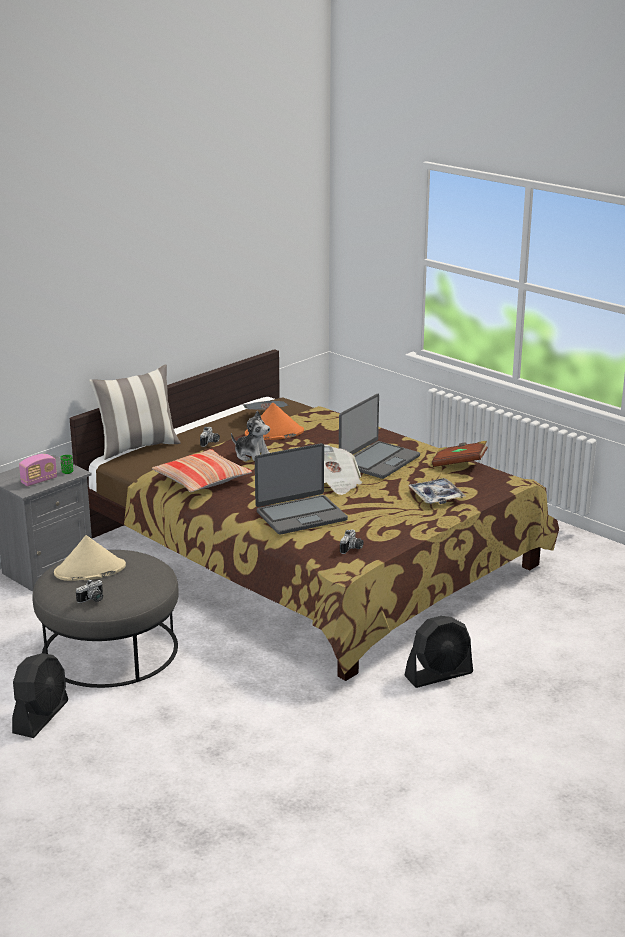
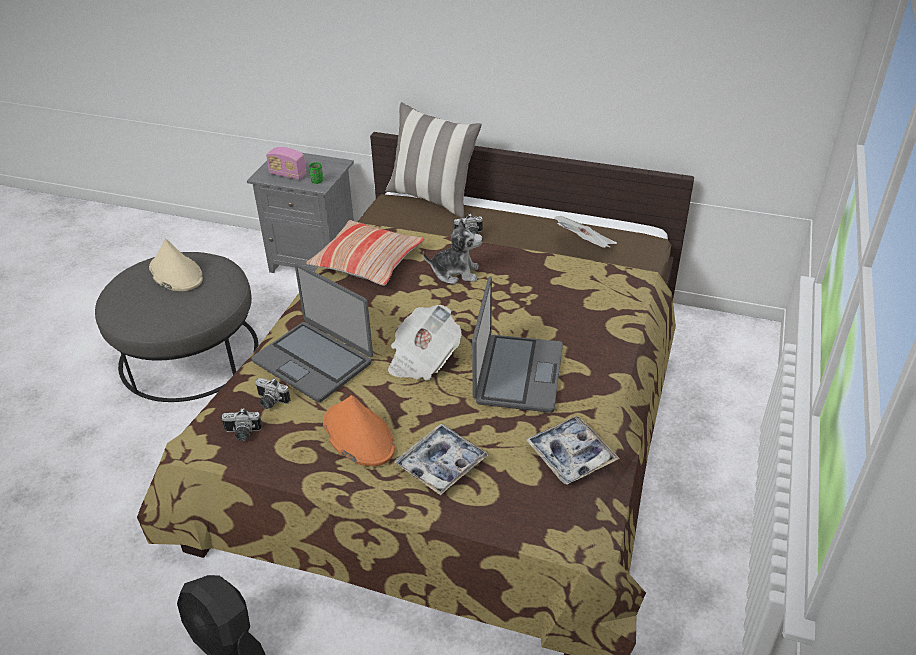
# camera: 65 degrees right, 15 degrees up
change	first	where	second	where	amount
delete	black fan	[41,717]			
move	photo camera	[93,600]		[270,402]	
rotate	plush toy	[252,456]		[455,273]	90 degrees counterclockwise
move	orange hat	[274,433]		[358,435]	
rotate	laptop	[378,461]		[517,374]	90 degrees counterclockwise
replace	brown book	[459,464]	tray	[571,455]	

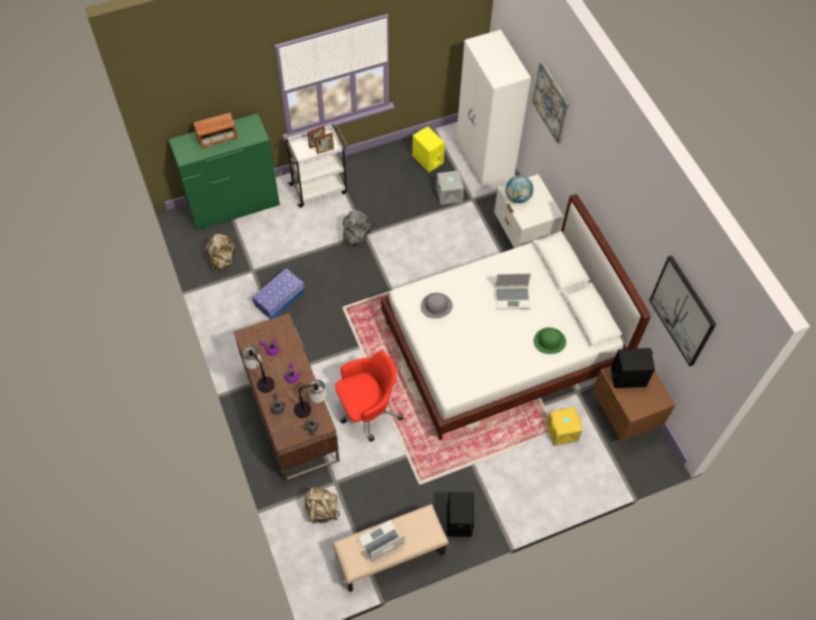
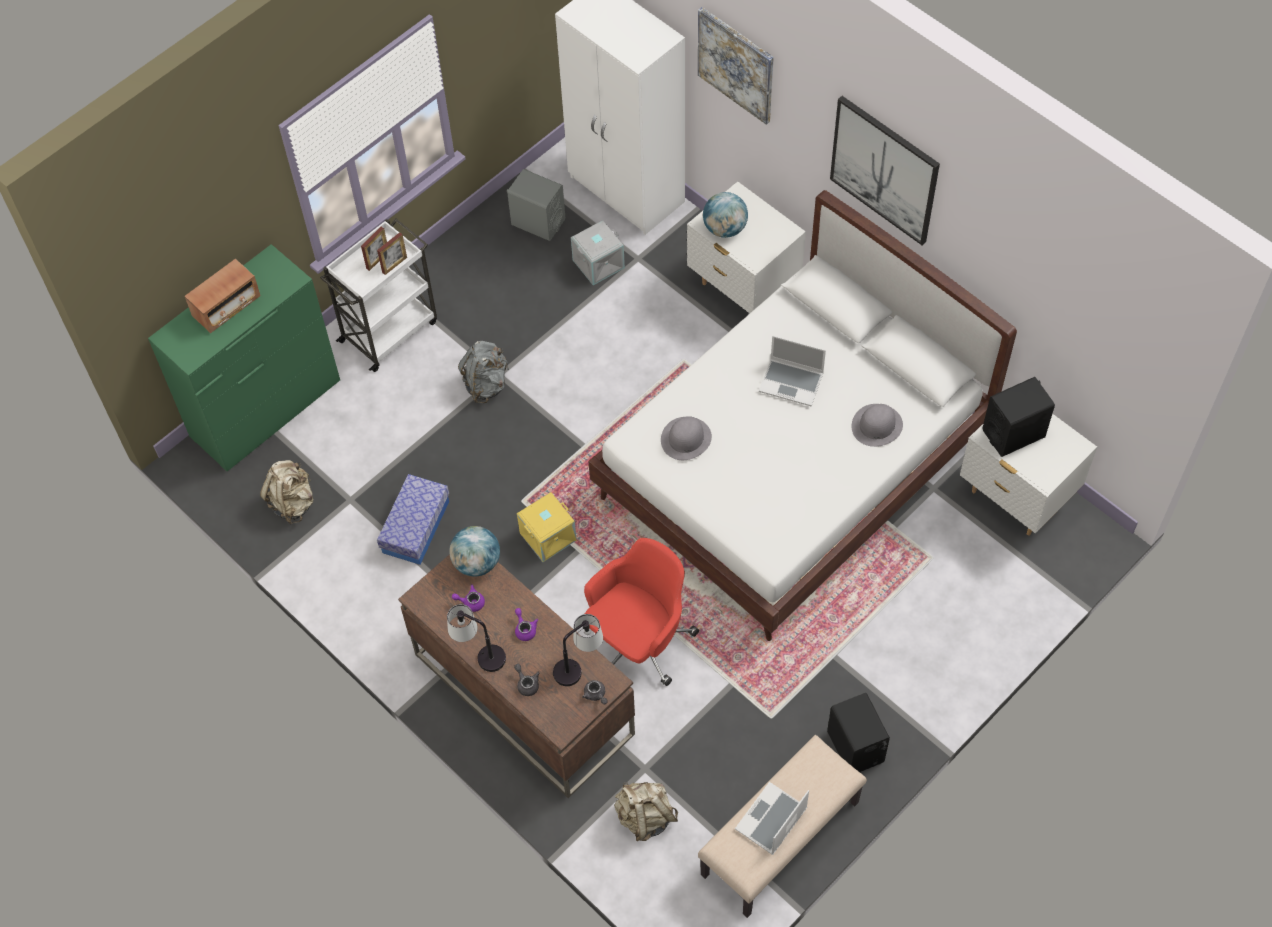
# camera: 20 degrees left, 0 degrees up
change	first	where	second	where	amount
recolor	yellow speaker	[427,159]	grey speaker	[538,222]	
rotate	laptop	[512,298]		[792,382]	45 degrees clockwise
recolor	green hat	[549,341]	grey hat	[877,425]	
move	yellow storage box	[562,431]		[547,536]	
recolor	brown nightstand	[623,416]	white nightstand	[1016,497]	
move	picture	[682,311]		[884,169]	
insert			globe	[476,562]	

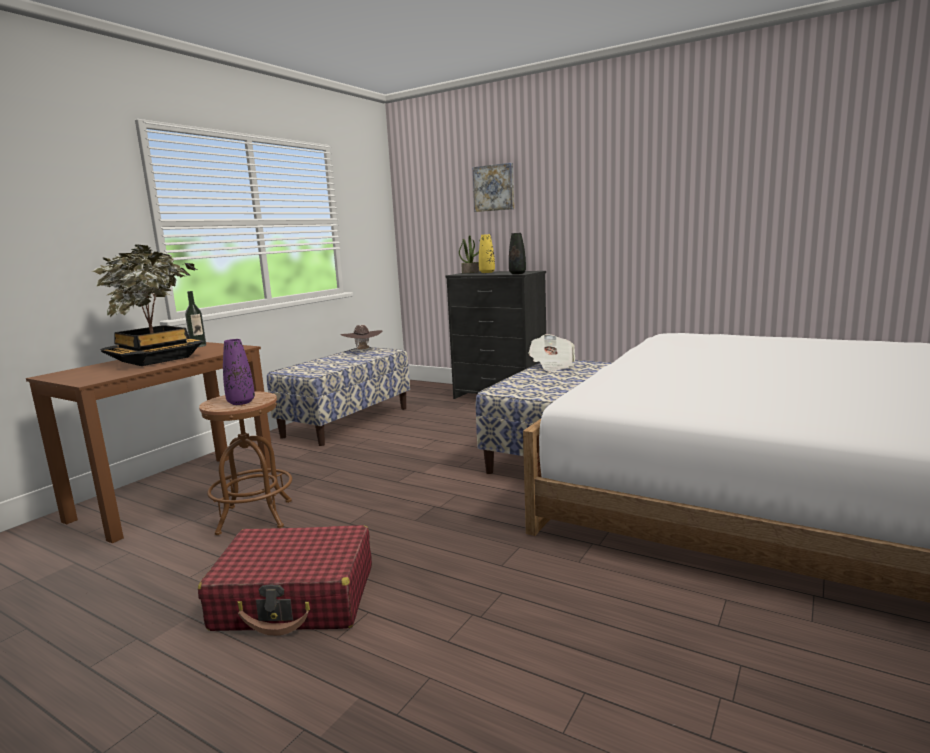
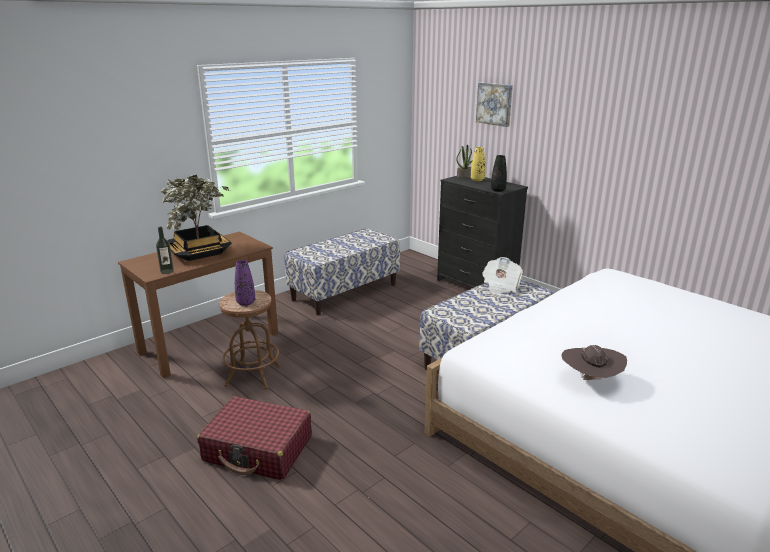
# camera: 15 degrees right, 10 degrees up
change	first	where	second	where	amount
move	bottle	[198,346]		[167,271]	
move	brown hat	[363,350]		[590,380]	

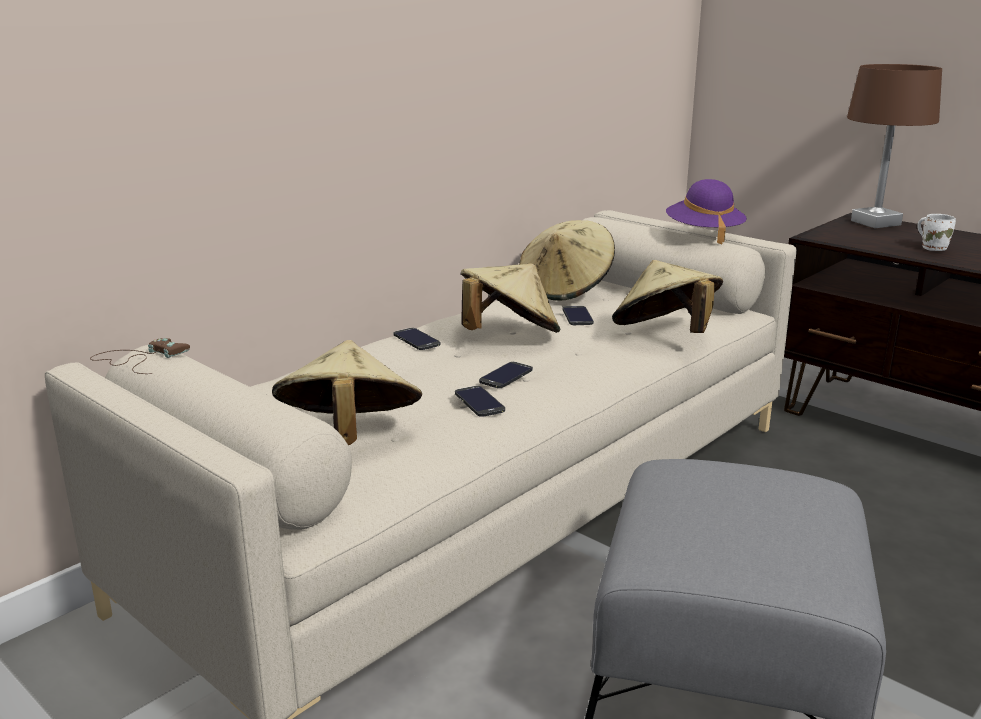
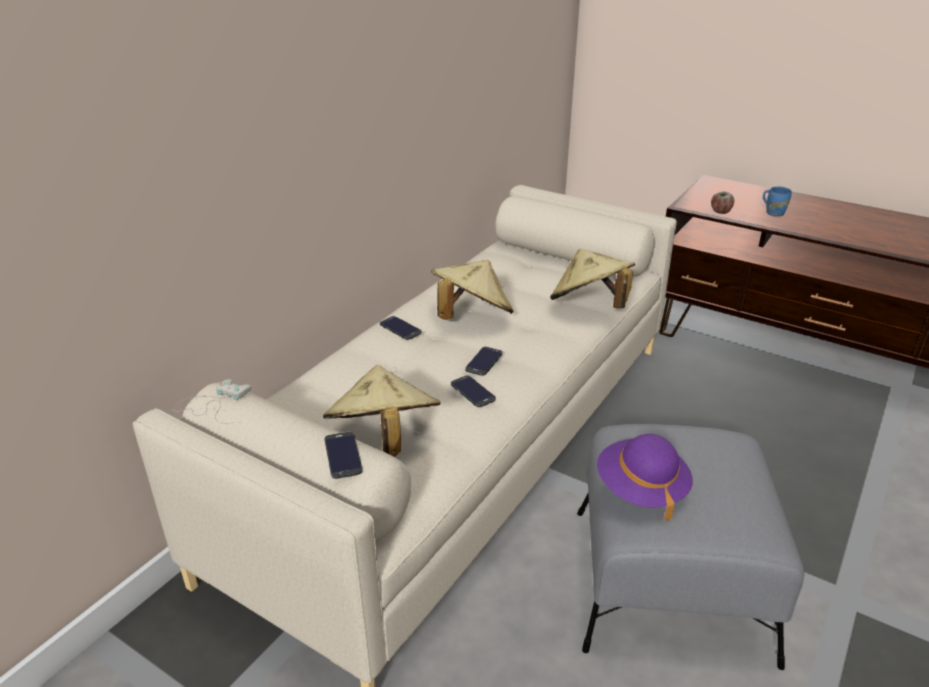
# camera: 10 degrees left, 10 degrees up
change	first	where	second	where	amount
recolor	brown game controller	[139,360]	white game controller	[213,404]	
delete	beige hat	[566,289]			
move	phone	[577,316]		[343,455]	
move	purple hat	[703,234]		[641,489]	
delete	brown table lamp	[875,223]			
recolor	white mug	[933,248]	blue mug	[774,213]	
insert			apple	[720,212]	

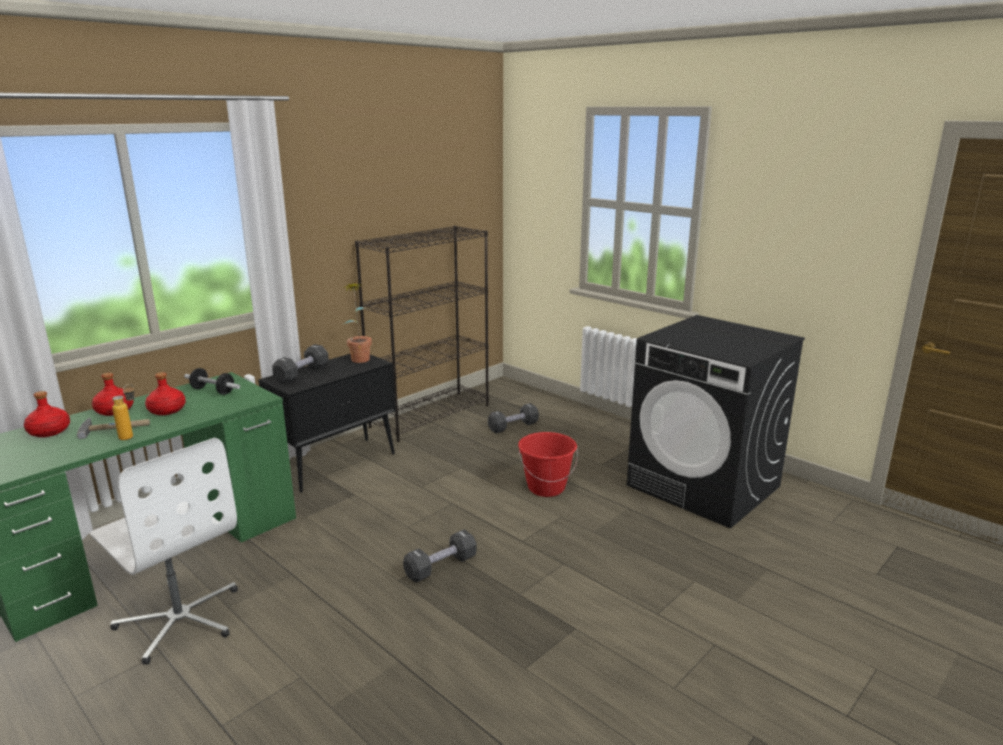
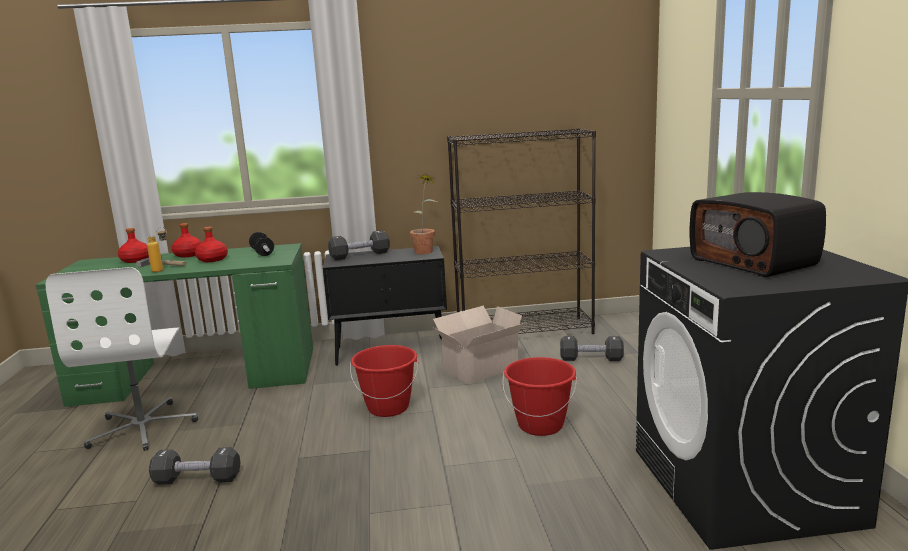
# camera: 40 degrees right, 5 degrees down
change	first	where	second	where	amount
move	black dumbbell	[441,567]		[197,479]	
insert			red bucket	[388,407]	
insert			cardboard box	[479,369]	
insert			radio	[754,262]	

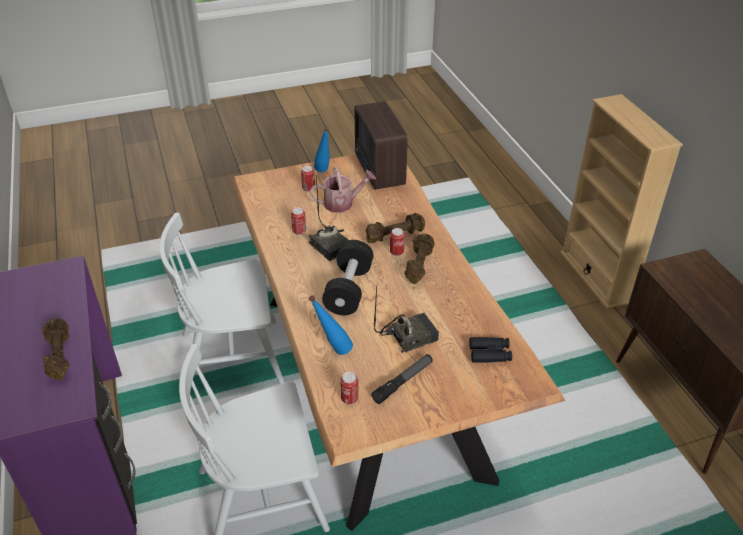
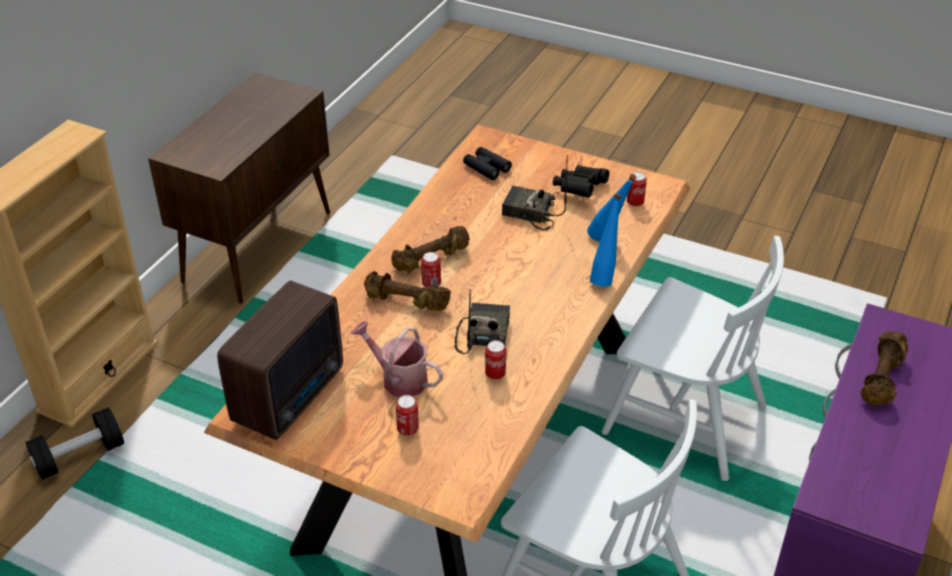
# camera: 135 degrees left, 0 degrees up
change	first	where	second	where	amount
move	blue bottle	[324,173]		[604,277]	
move	black dumbbell	[348,290]		[80,456]	
replace	flashlight	[403,382]	black binoculars	[579,189]	

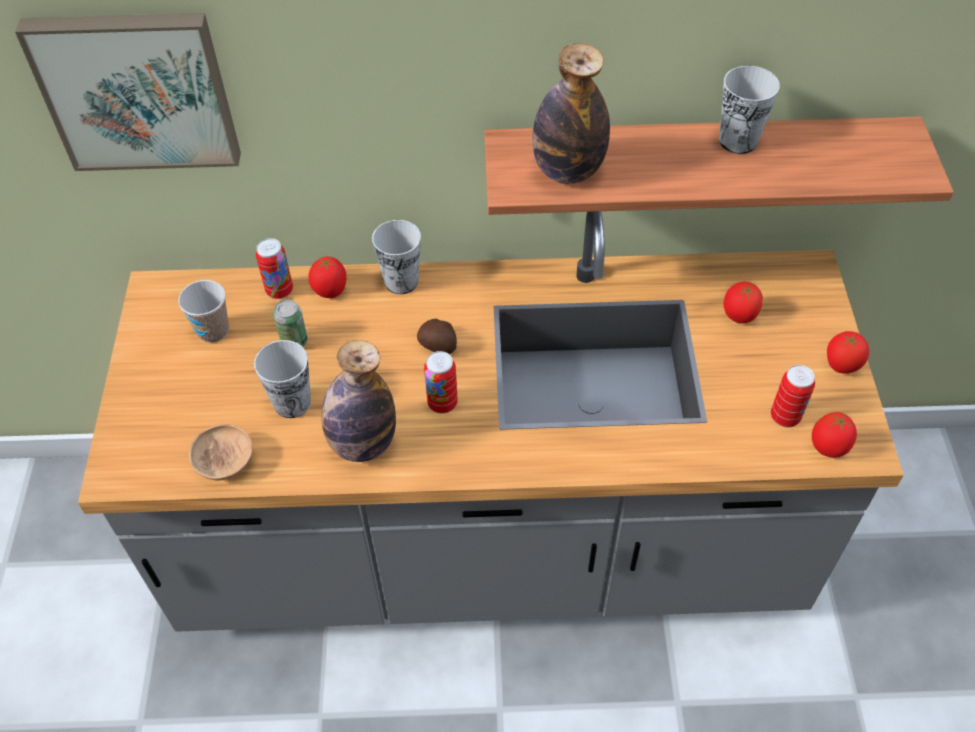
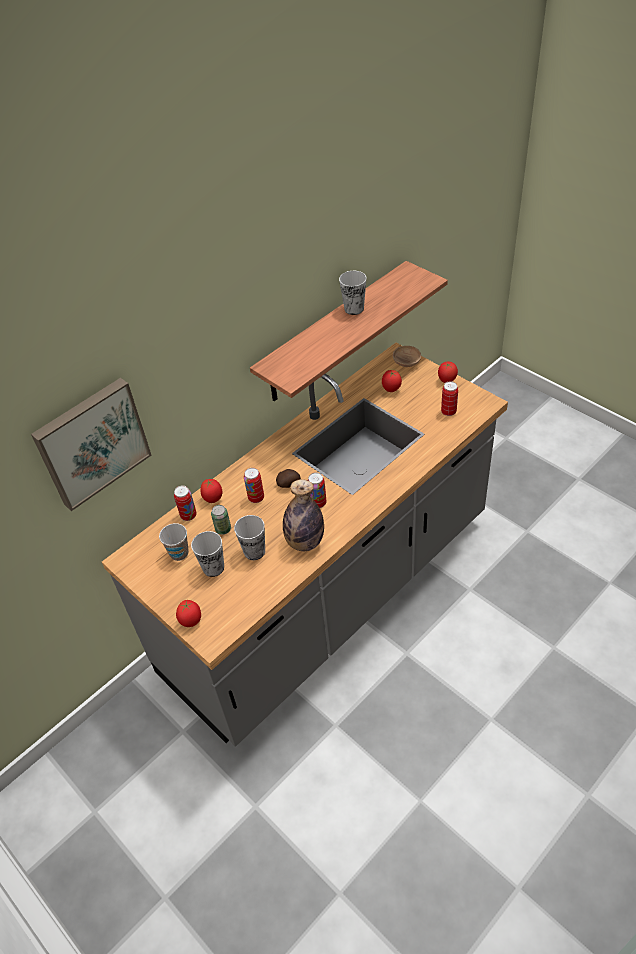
# camera: 40 degrees left, 5 degrees down
change	first	where	second	where	amount
move	brown bowl	[225,462]		[406,362]	
move	cup	[401,281]		[213,567]	
delete	bottle	[568,171]			
move	tomato	[828,448]		[191,621]	
insert			can	[256,498]	

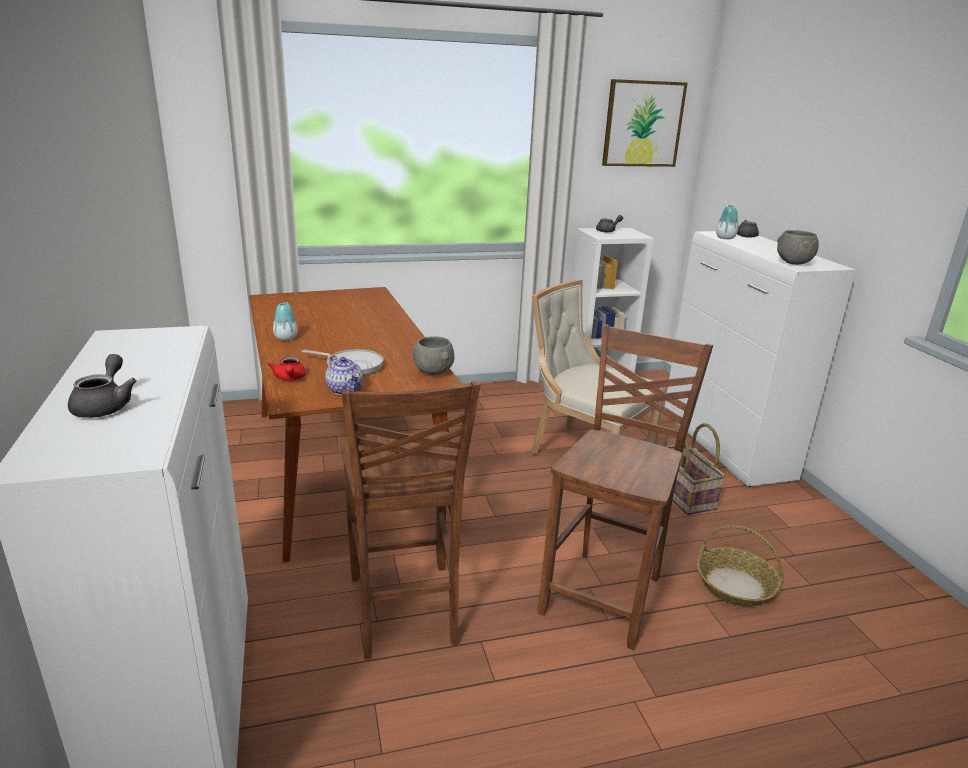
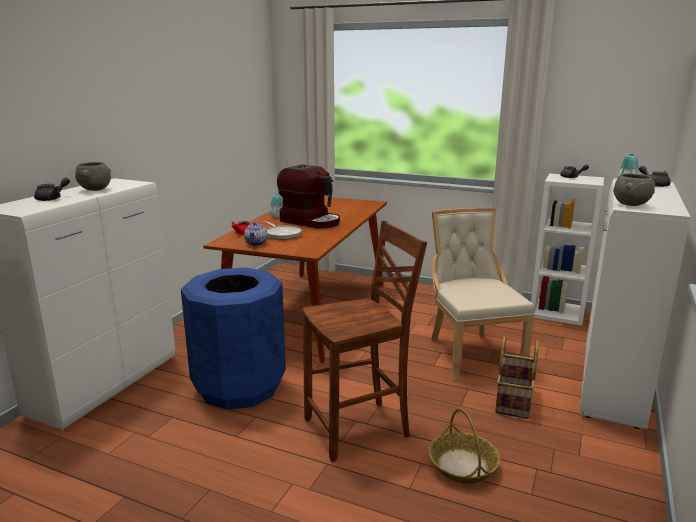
# camera: 40 degrees right, 5 degrees down
change	first	where	second	where	amount
replace	brown chair	[403,612]	blue trash can	[239,387]	
move	grey bowl	[434,373]		[94,190]	
delete	picture	[643,124]			
insert			coffee machine	[311,221]	

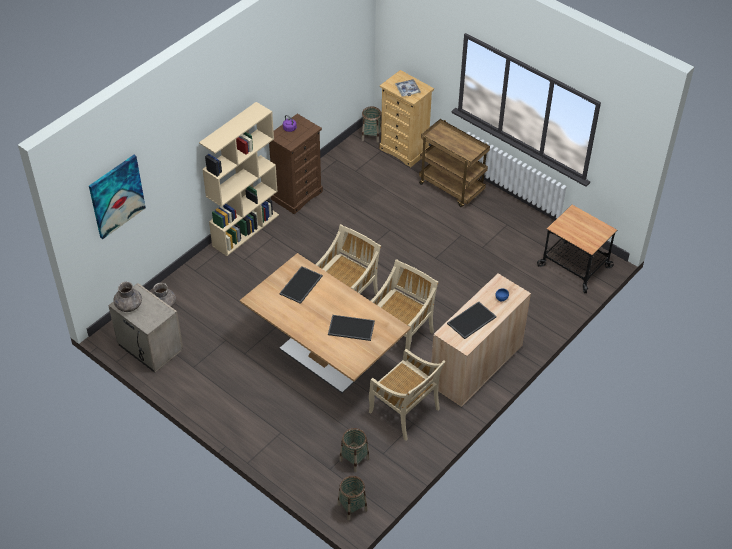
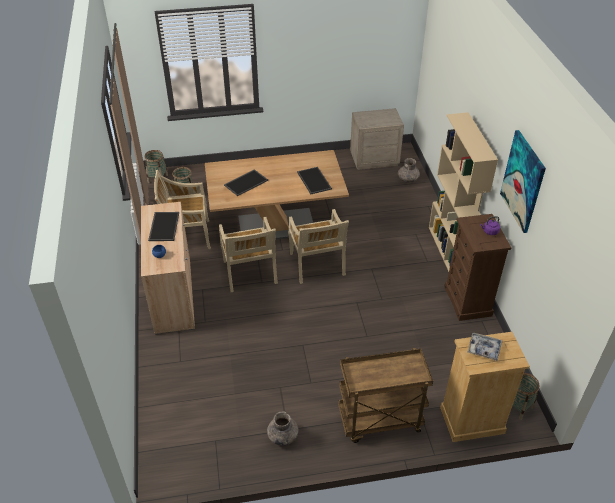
# camera: 130 degrees right, 5 degrees down
change	first	where	second	where	amount
move	picture	[116,196]		[523,181]	
move	grey vase	[129,305]		[282,436]	
delete	cart	[574,266]			

